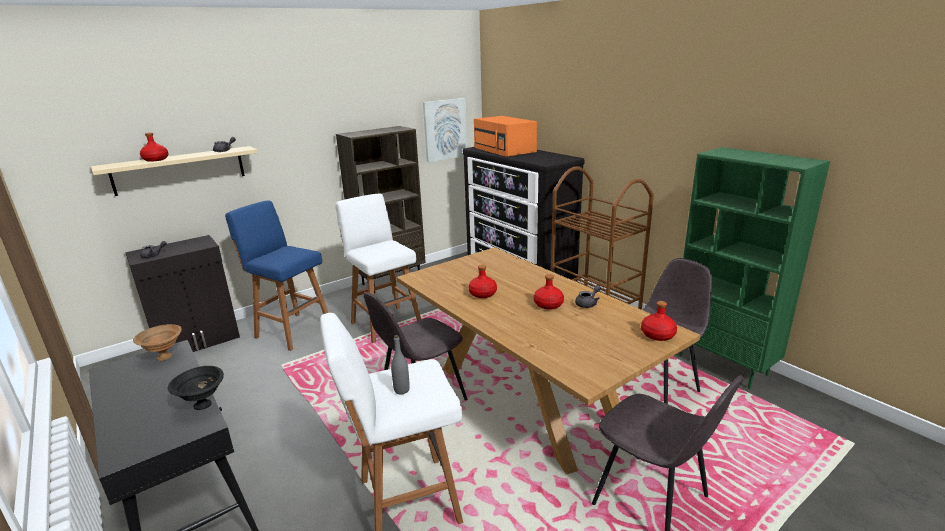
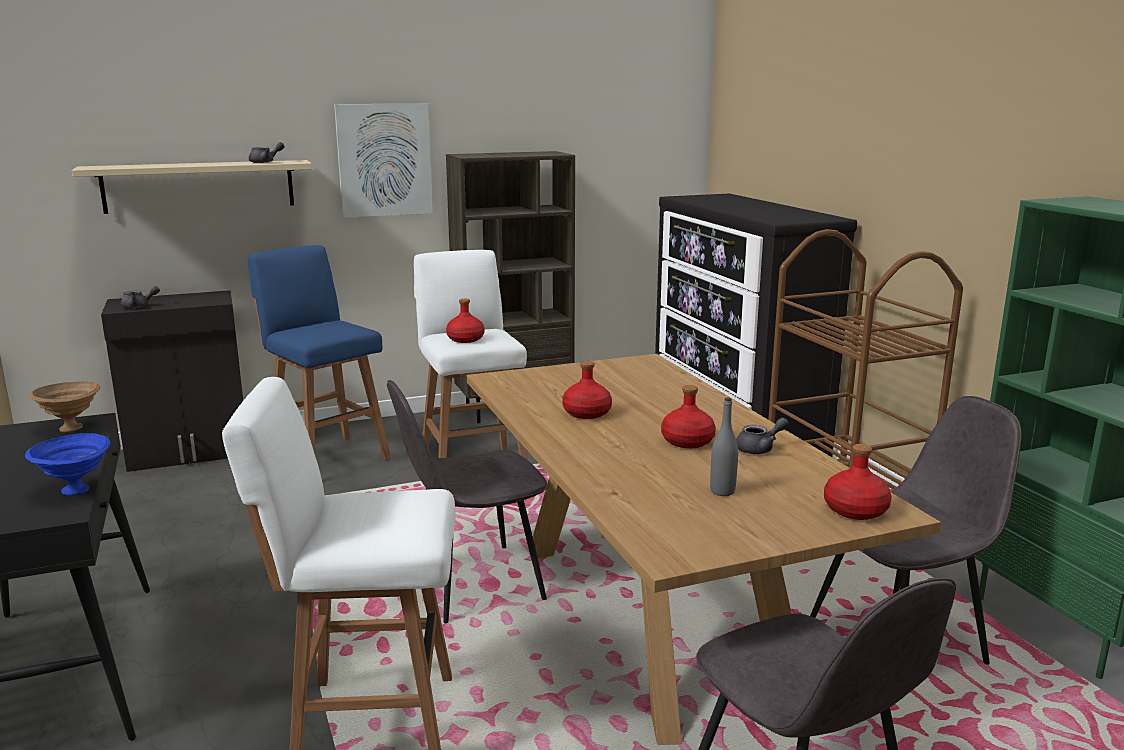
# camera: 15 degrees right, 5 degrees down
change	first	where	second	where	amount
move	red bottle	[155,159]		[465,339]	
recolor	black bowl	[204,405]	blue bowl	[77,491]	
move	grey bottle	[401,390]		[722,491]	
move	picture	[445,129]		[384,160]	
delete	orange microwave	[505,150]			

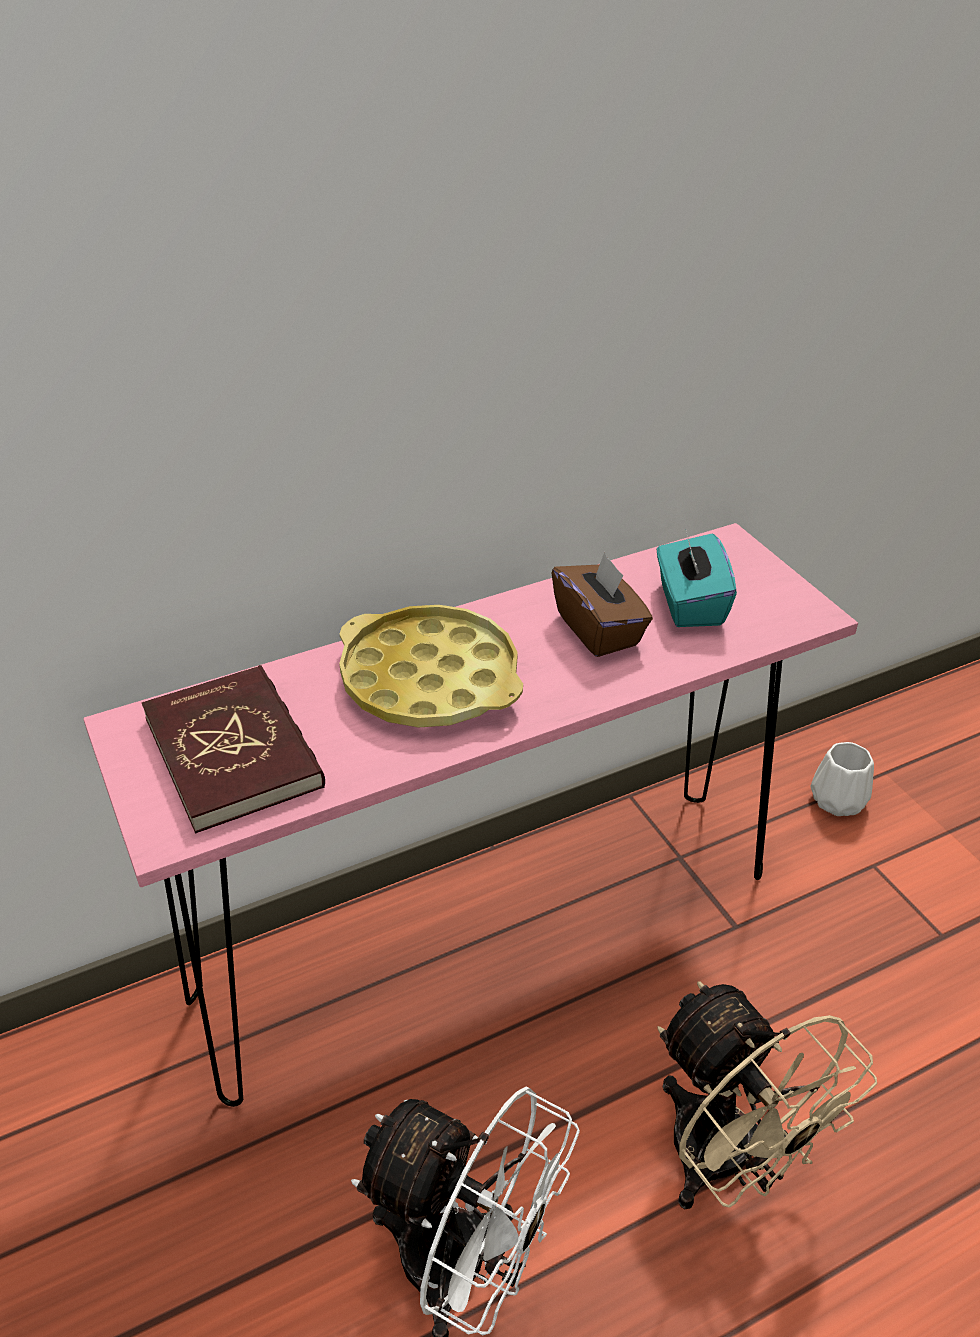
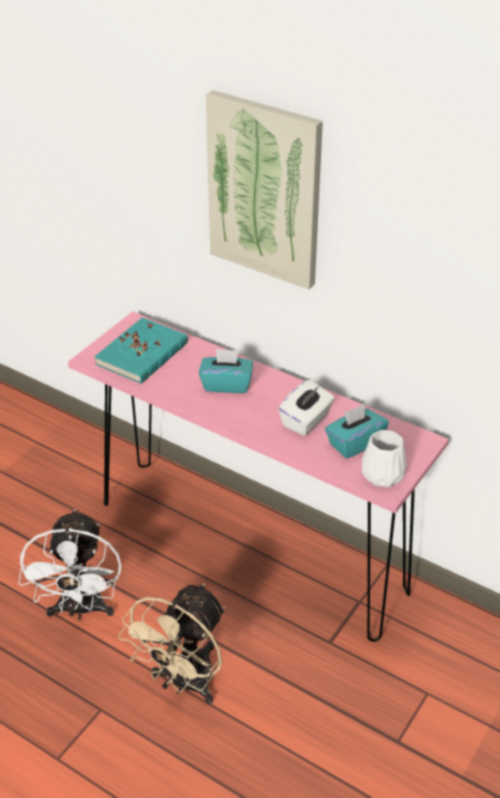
# camera: 60 degrees right, 0 degrees up
change	first	where	second	where	amount
recolor	red book	[234,752]	turquoise book	[142,354]	
replace	yellow tray	[429,679]	turquoise tissue box	[226,384]	
recolor	brown tissue box	[599,629]	white tissue box	[306,421]	
move	white vase	[836,800]		[381,474]	
insert			picture	[265,190]	

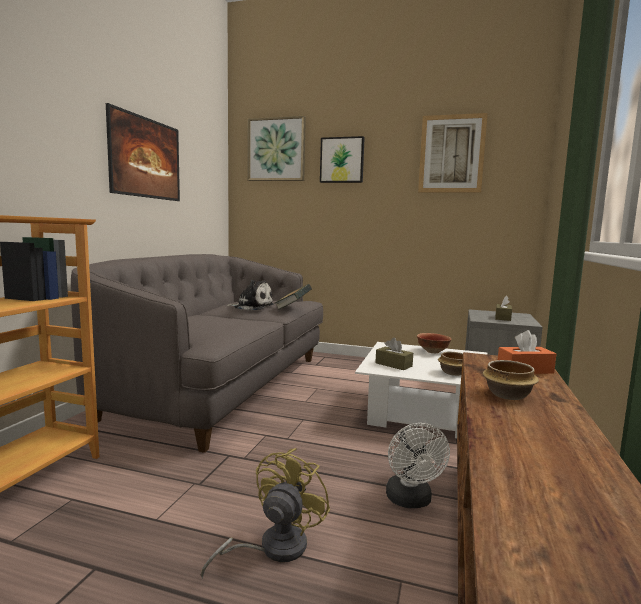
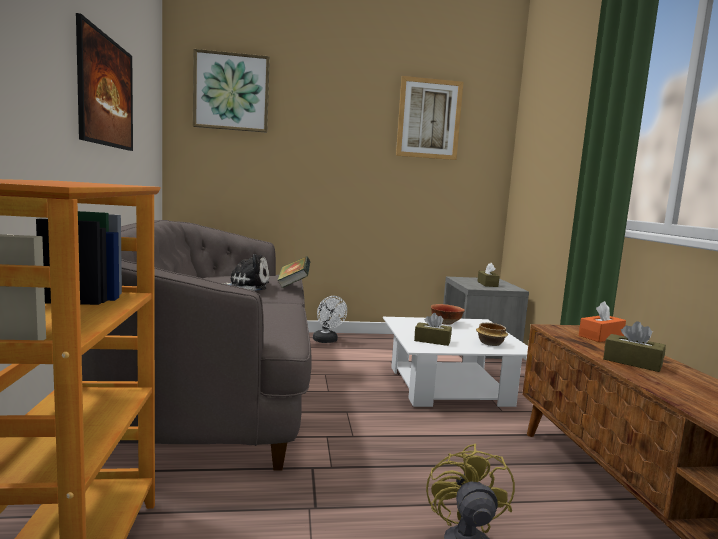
# camera: 25 degrees left, 0 degrees up
change	first	where	second	where	amount
delete	picture	[342,160]			
move	white fan	[411,501]		[327,341]	
replace	bowl	[509,395]	brown tissue box	[632,362]	

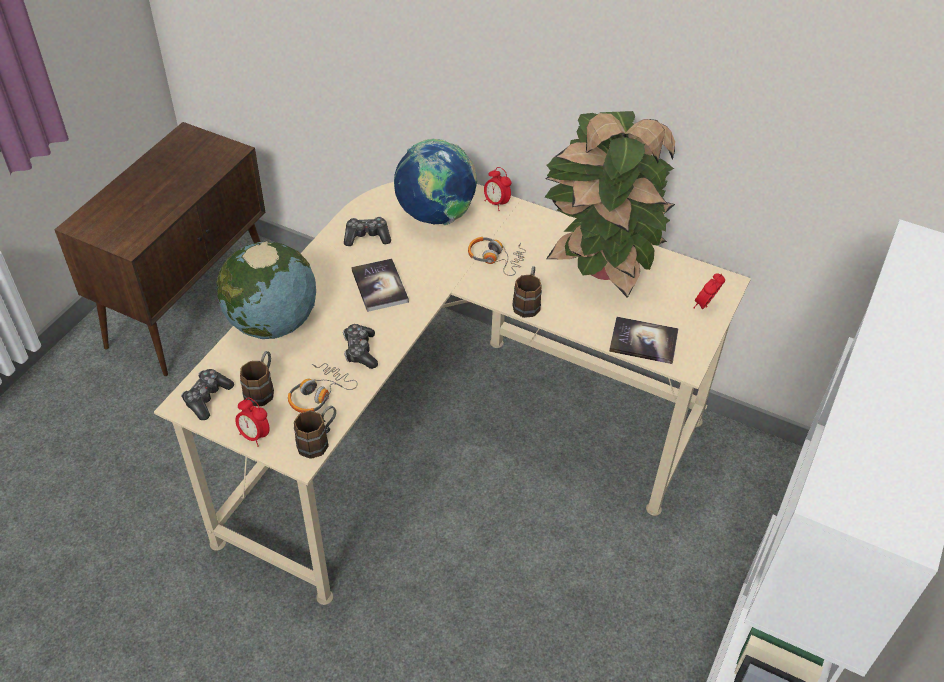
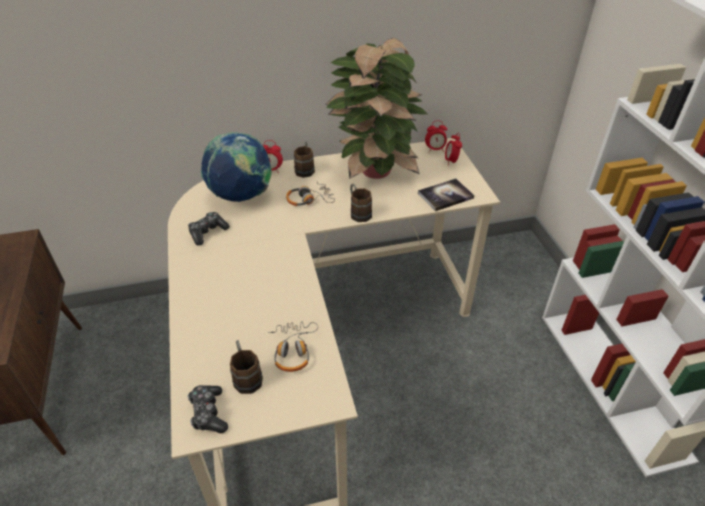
# camera: 40 degrees left, 5 degrees down
change	first	where	second	where	amount
delete	globe	[272,323]			
move	alarm clock	[254,435]		[435,150]	
move	brown mug	[318,441]		[305,168]	
delete	game controller	[360,351]			
delete	book	[379,286]			

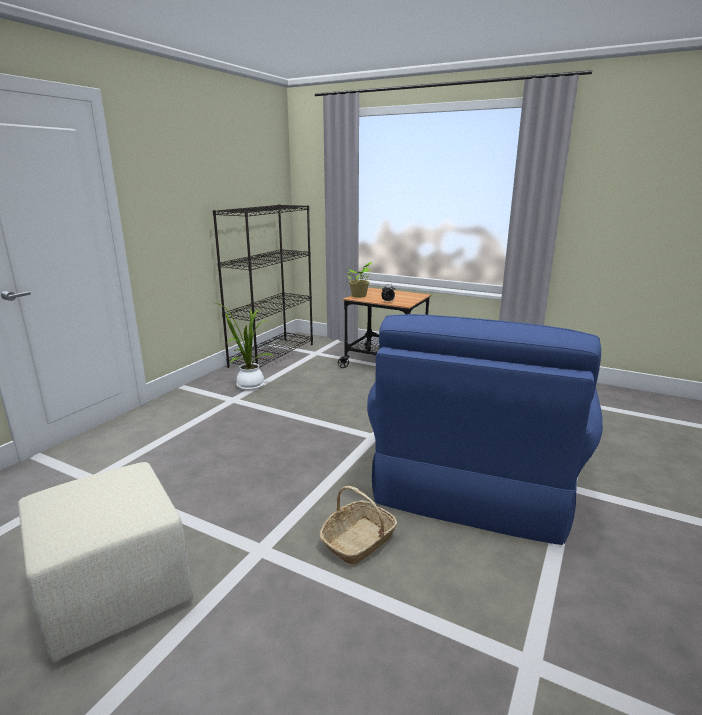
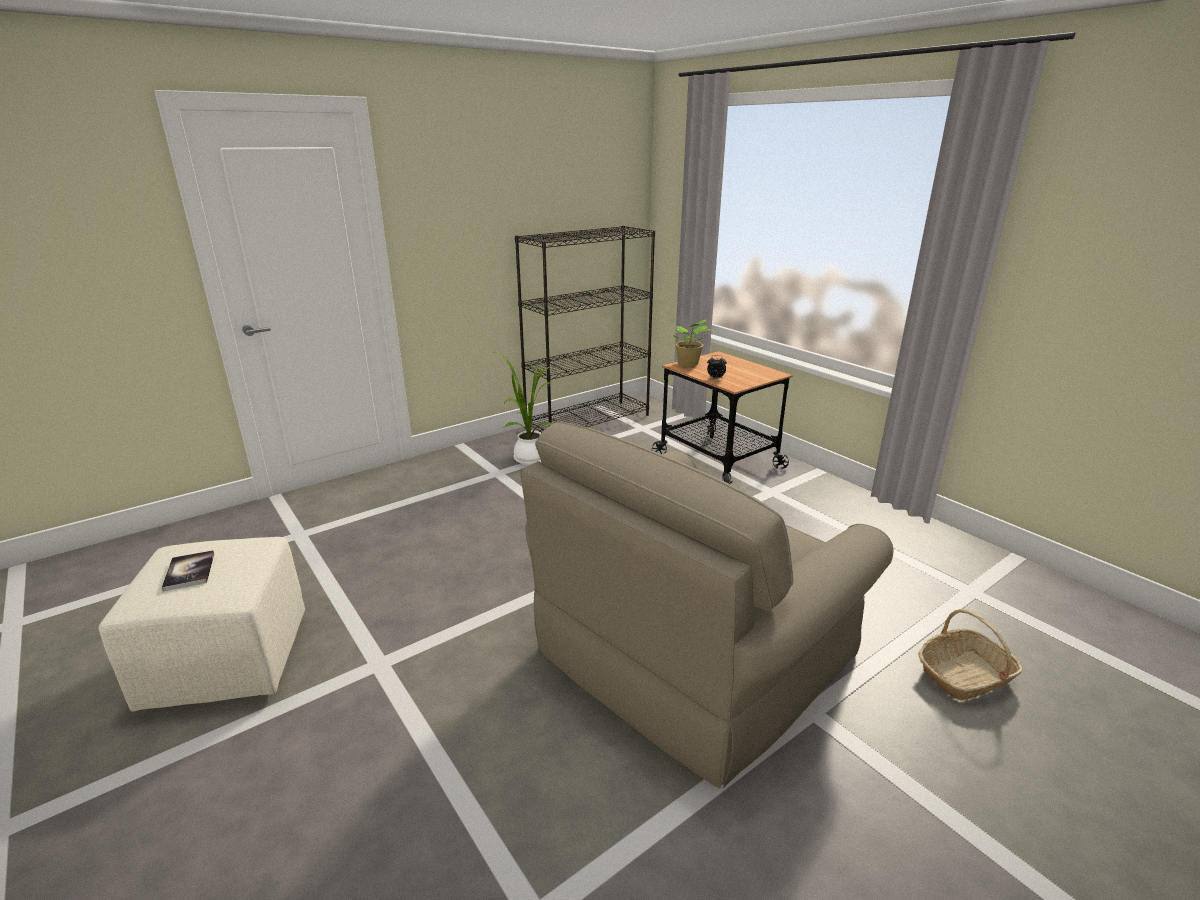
# camera: 25 degrees right, 5 degrees up
change	first	where	second	where	amount
move	basket	[358,541]		[964,676]	
recolor	blue armchair	[474,476]	beige armchair	[691,653]	
insert			book	[189,571]	

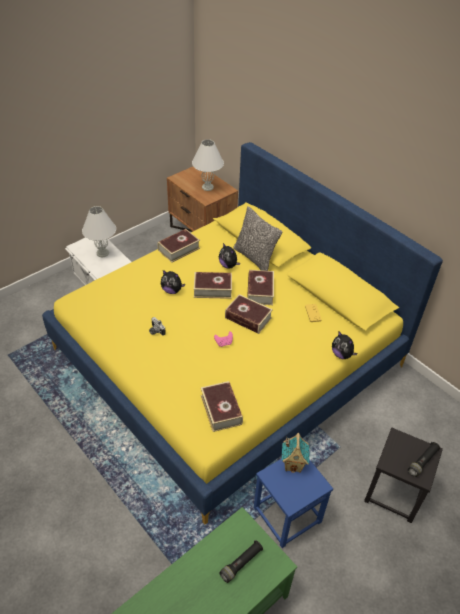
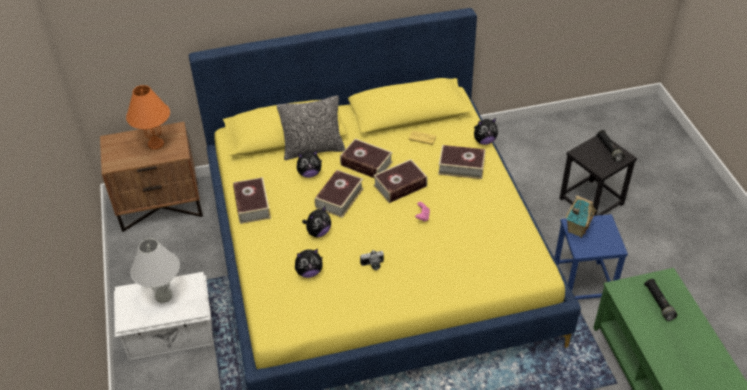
# camera: 60 degrees left, 0 degrees up
change	first	where	second	where	amount
recolor	white table lamp	[207,187]	orange table lamp	[155,144]	
move	book	[221,410]		[461,166]	
insert			plush toy	[309,272]	

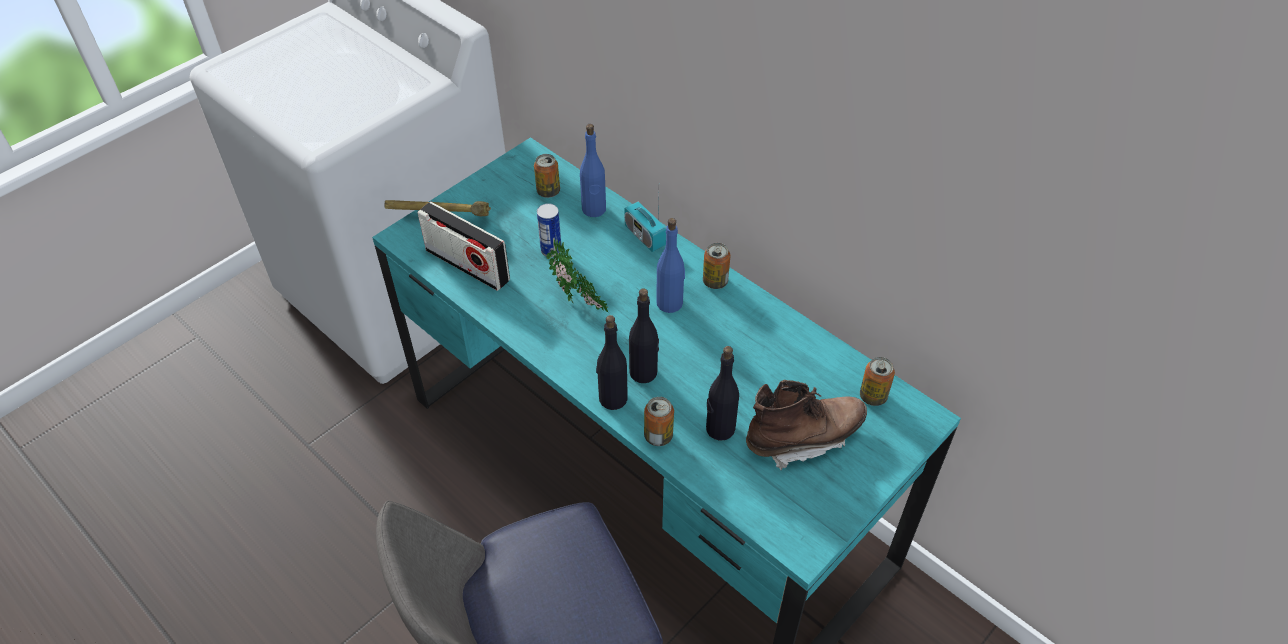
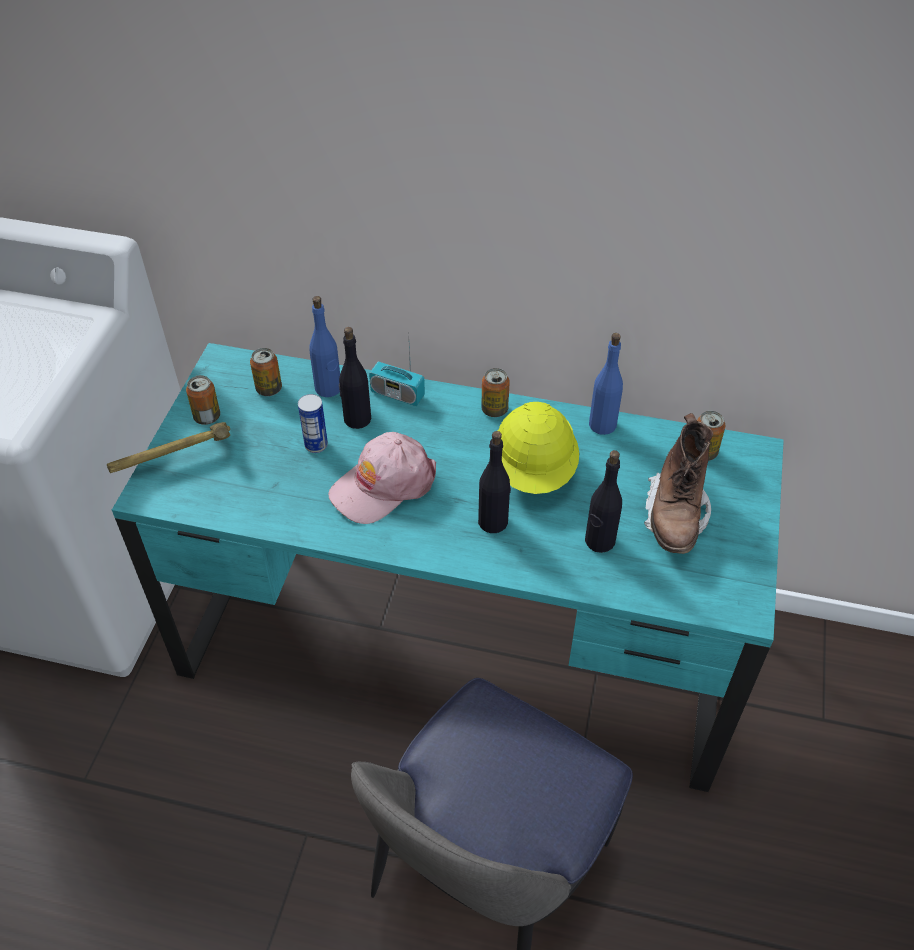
# camera: 30 degrees left, 0 degrees up
change	first	where	second	where	amount
delete	radio	[467,265]			
replace	potted plant	[578,304]	pink cap	[383,485]	
move	black bottle	[612,398]		[357,419]	
move	can	[658,436]		[207,417]	
move	blue bottle	[670,303]		[602,424]	
rotate	brown boot	[803,438]		[675,515]	150 degrees clockwise
insert			yellow hard hat	[534,470]	

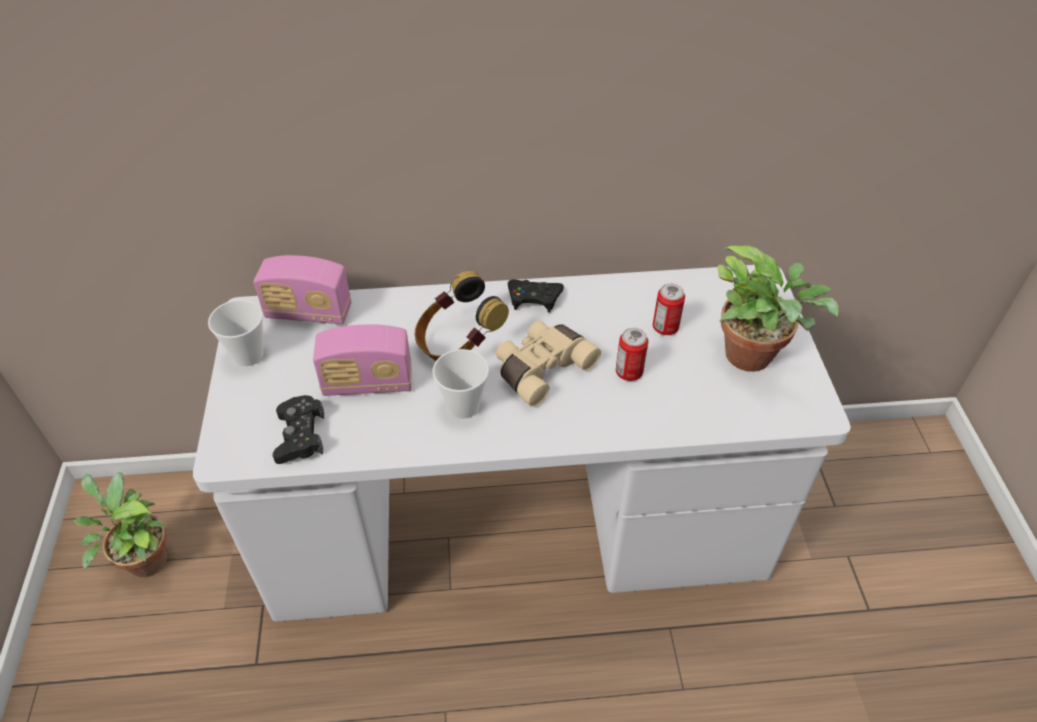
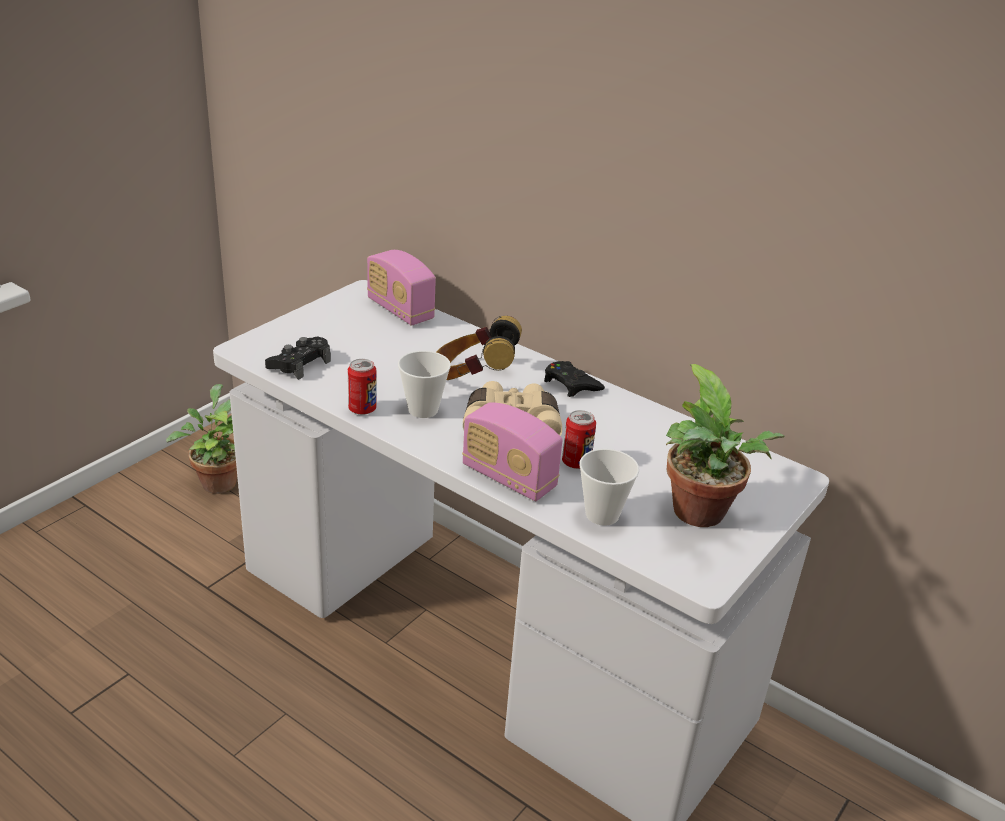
# camera: 40 degrees right, 15 degrees down
change	first	where	second	where	amount
move	cup	[248,355]		[602,514]	
move	radio	[368,383]		[509,477]	
move	can	[665,327]		[362,409]	

